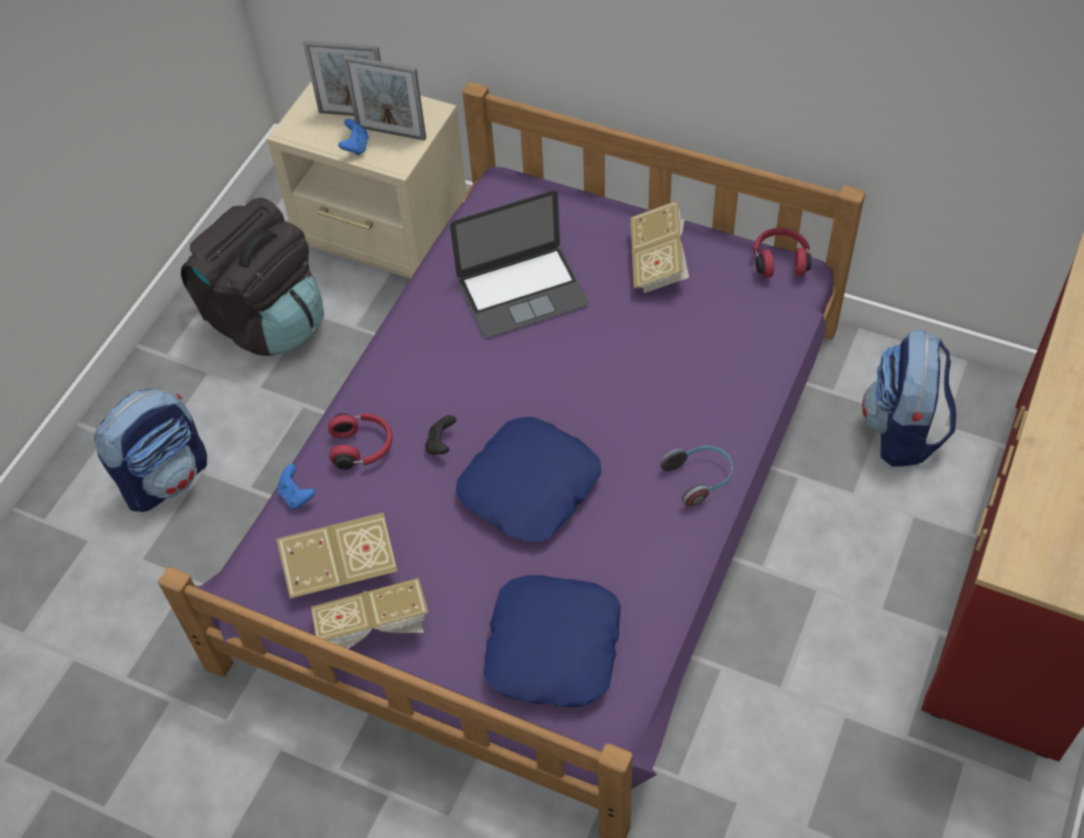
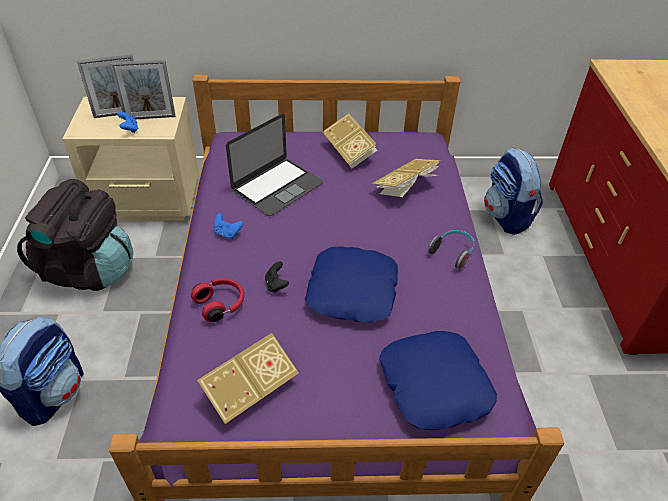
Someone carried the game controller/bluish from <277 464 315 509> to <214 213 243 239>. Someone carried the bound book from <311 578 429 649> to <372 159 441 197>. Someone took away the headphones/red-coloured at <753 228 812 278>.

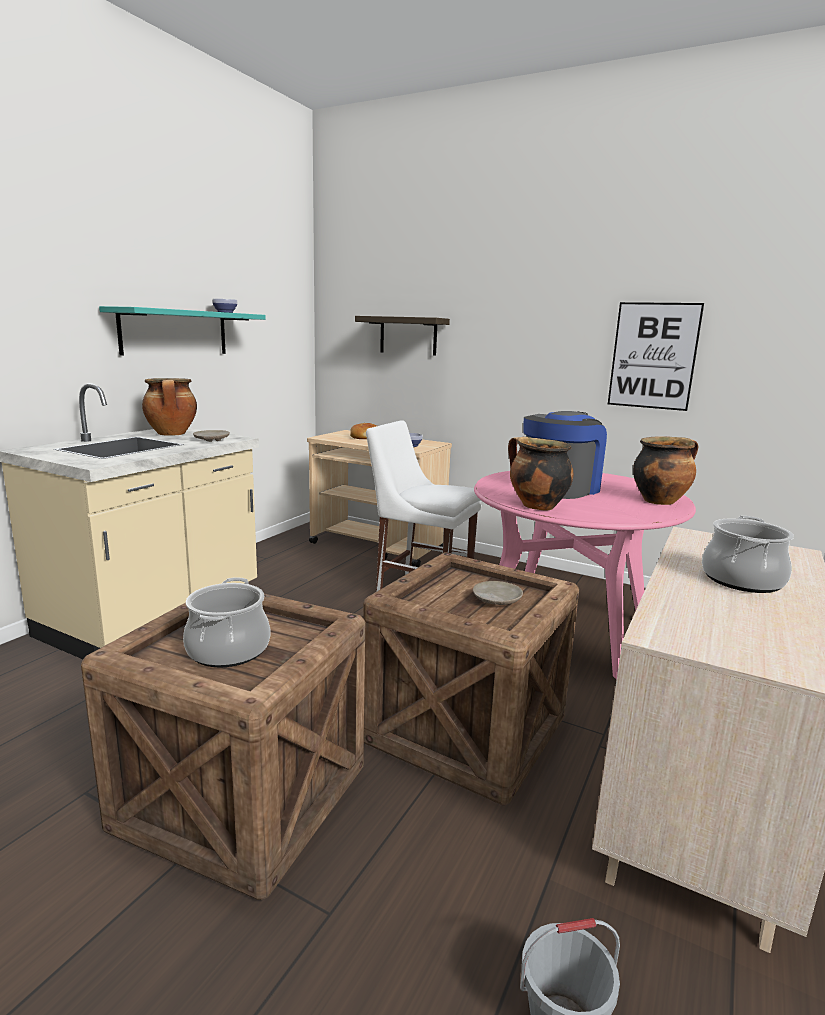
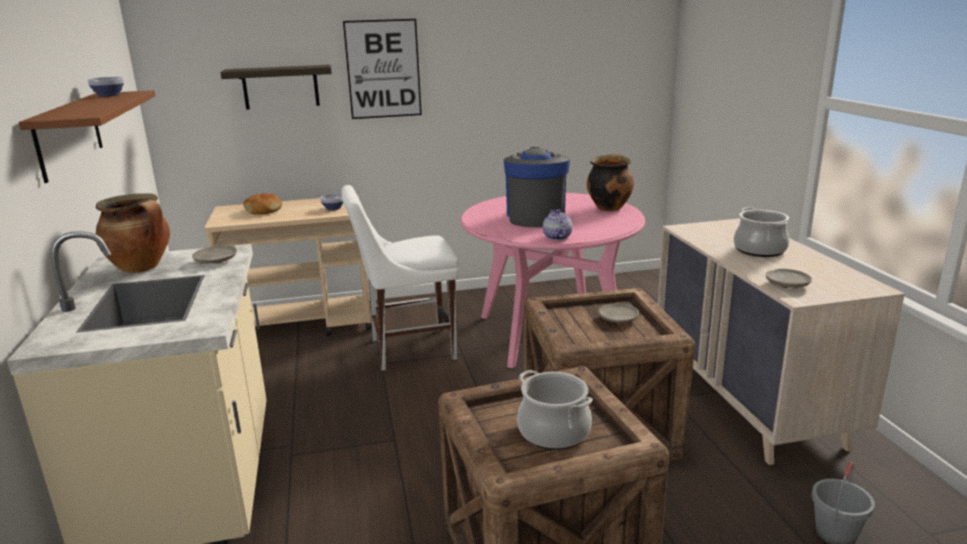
Someone repainted the shelf/blue-green at <99 306 266 355>, which became the shelf/brown-coloured at <18 90 156 183>. Someone carried the picture from <608 302 704 411> to <343 19 422 119>. Someone swapped the cooking pot at <508 437 574 510> for the teapot at <543 209 572 240>. Someone put down the plate/sand-coloured at <765 269 812 289>.

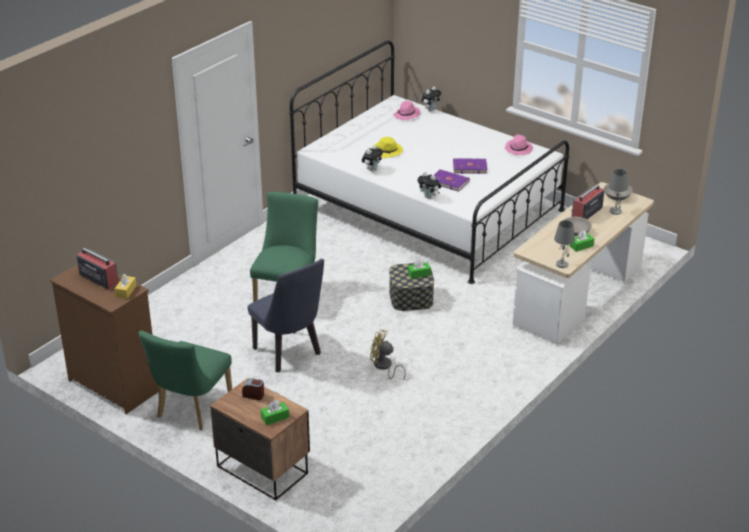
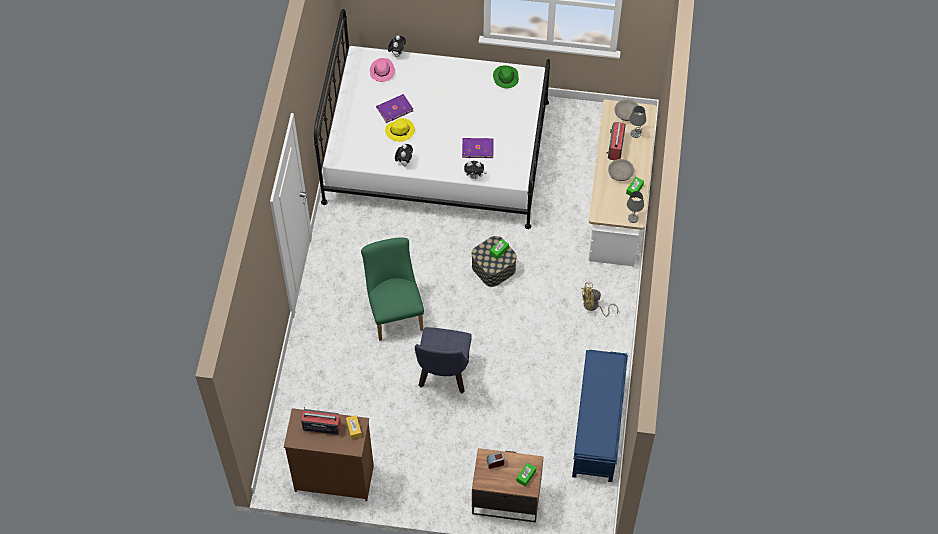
Someone carried the bound book/purple-coloured from <453 158 487 174> to <376 94 413 123>. Someone rotated the plain chair/bluish at <248 259 324 372> by 75 degrees clockwise. Someone repainted the clothing hat/pinkish at <505 135 533 155>, which became the clothing hat/green at <493 66 519 88>. Someone put down the bench/bluish at <572 350 628 482>. Someone carried the electric fan/yellowish from <370 329 406 381> to <581 282 618 317>. Someone took away the plain chair/green at <138 331 232 430>.

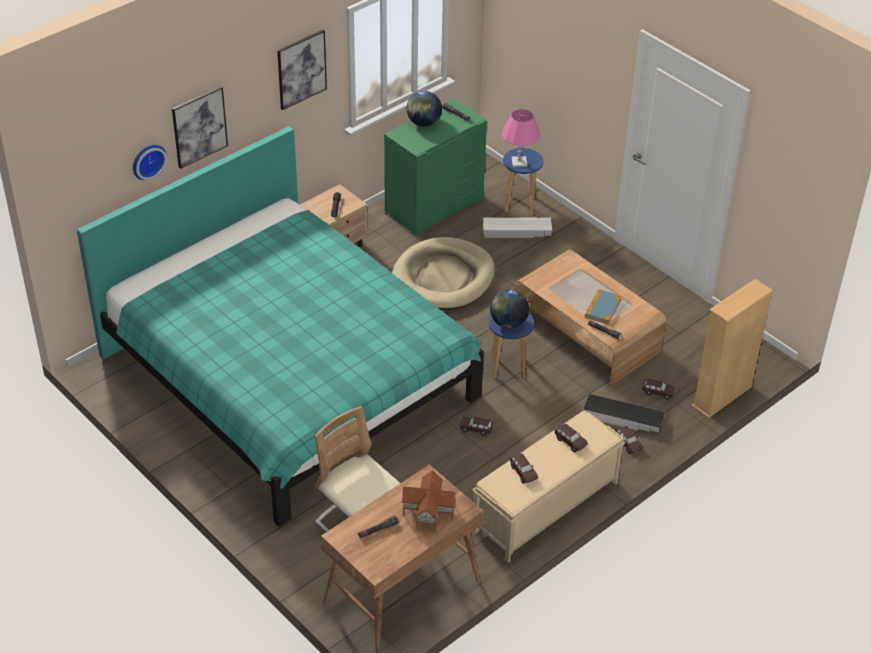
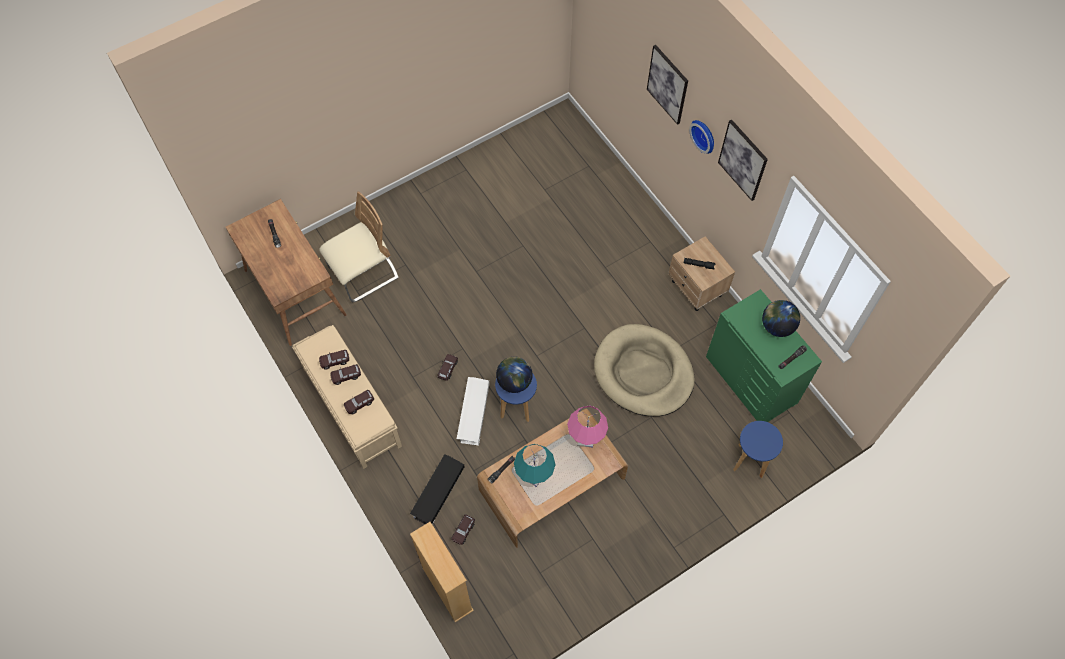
Someone carried the toy car/brown-coloured from <616 426 643 454> to <330 364 361 385>. Someone carried the storage bin/white-coloured from <483 218 552 238> to <457 377 490 446>. Someone swapped the bound book at <585 289 622 325> for the tabletop lamp/blue-green at <514 444 556 487>. Someone carried the tabletop lamp/pinkish from <502 109 540 168> to <567 405 608 447>. Someone carried the hanging clock from <133 145 167 180> to <689 120 714 154>. Someone took away the bedroom bed/blue-green at <77 126 484 526>. Someone took away the toy house at <402 470 457 532>.

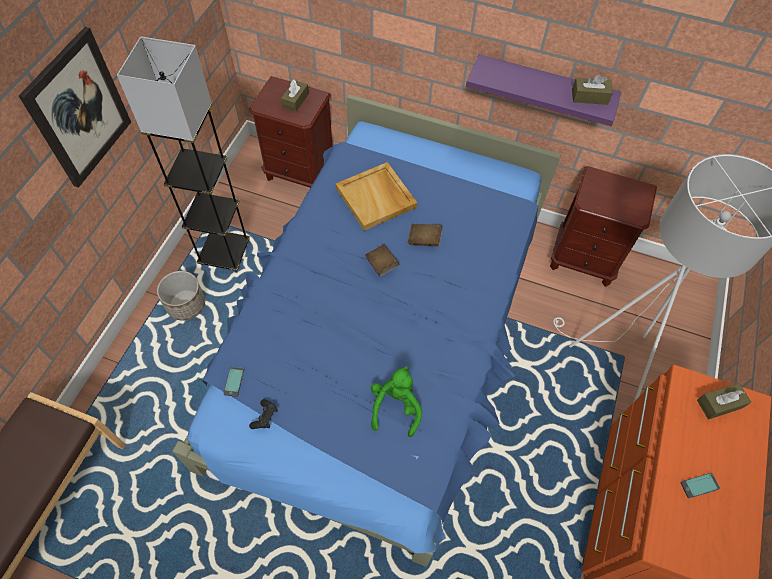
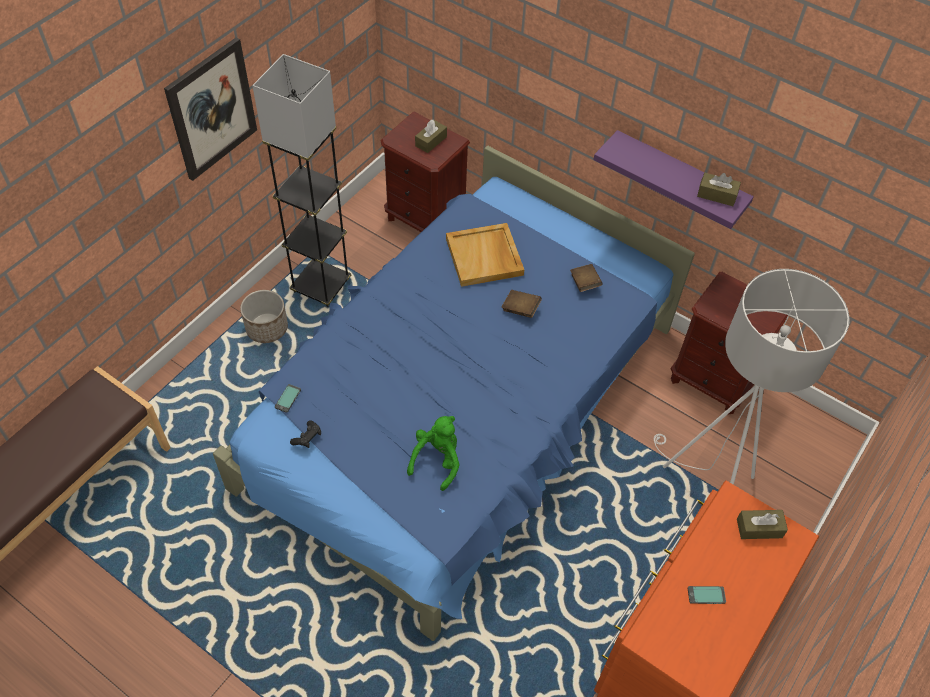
Someone carried the bound book/brown-coloured from <365 244 400 276> to <570 264 603 292>.

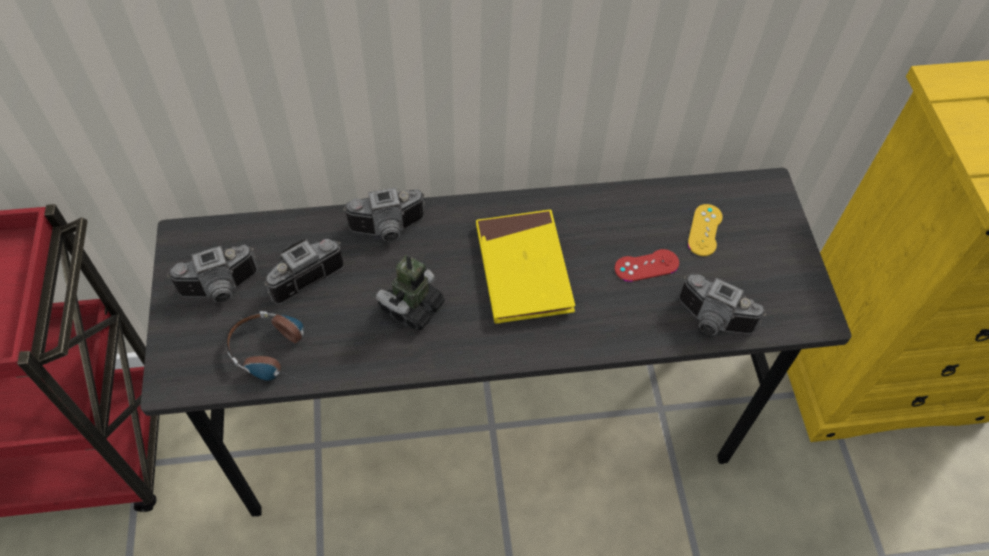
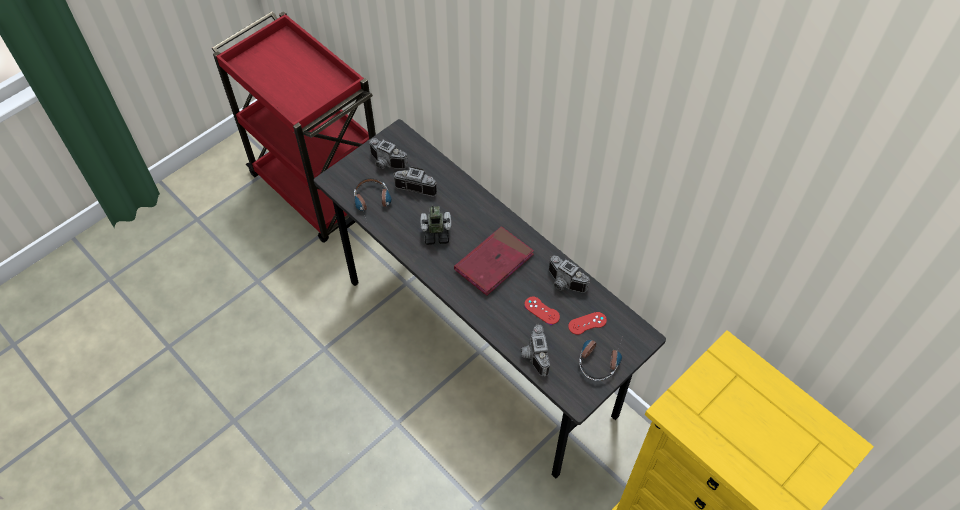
Someone repainted the bound book/yellowish at <476 210 575 323>, which became the bound book/red-coloured at <454 226 534 296>. Someone carried the still camera from <343 187 425 241> to <549 255 590 293>. Someone repainted the game controller/yellowish at <688 204 723 256>, which became the game controller/red-coloured at <568 312 607 335>. Someone put down the headphones at <579 337 623 381>.

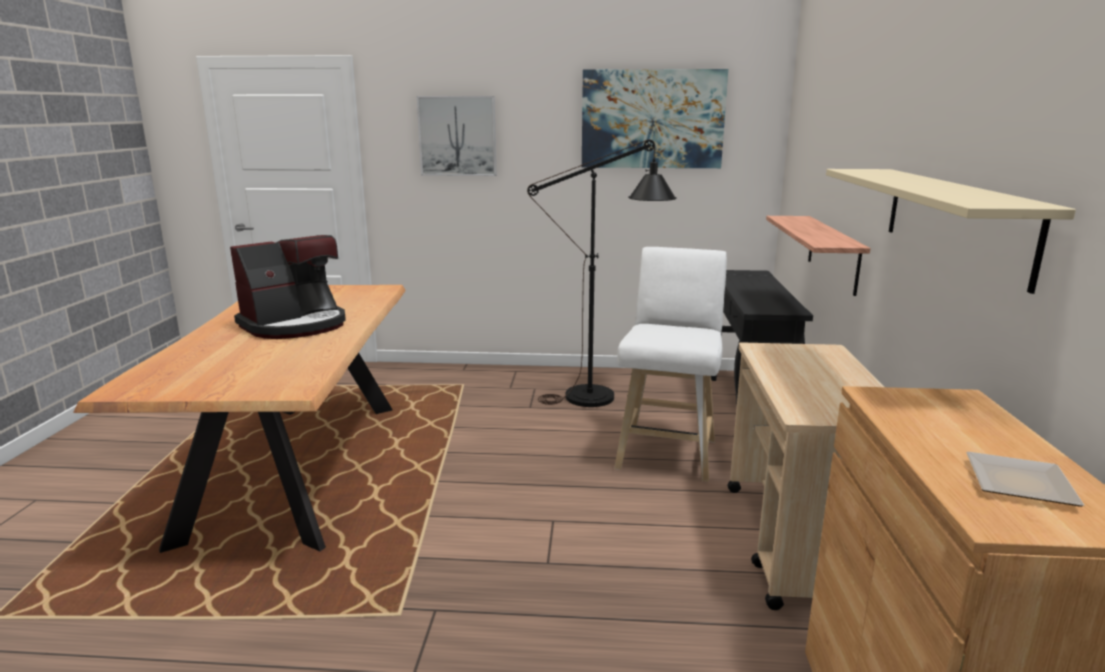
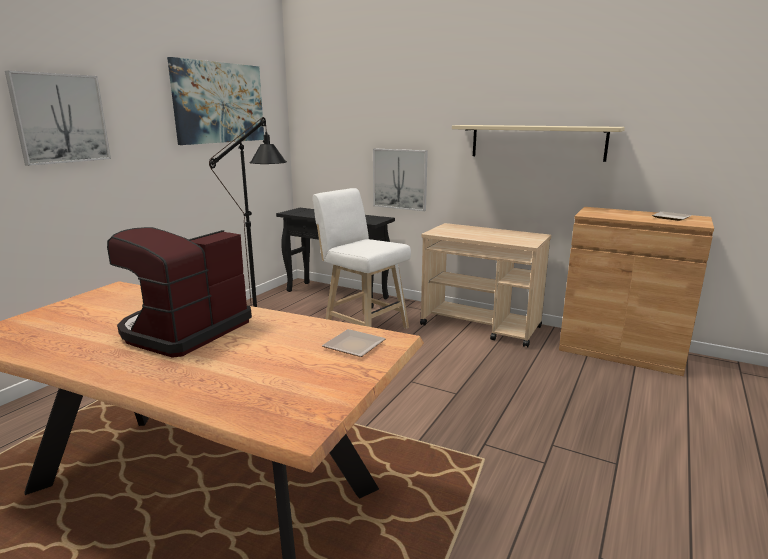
Someone rotated the coffee maker at <230 235 346 339> by 135 degrees counterclockwise. Someone put down the plate at <322 329 386 357>. Someone swapped the shelf at <766 216 871 296> for the picture at <373 148 428 211>.

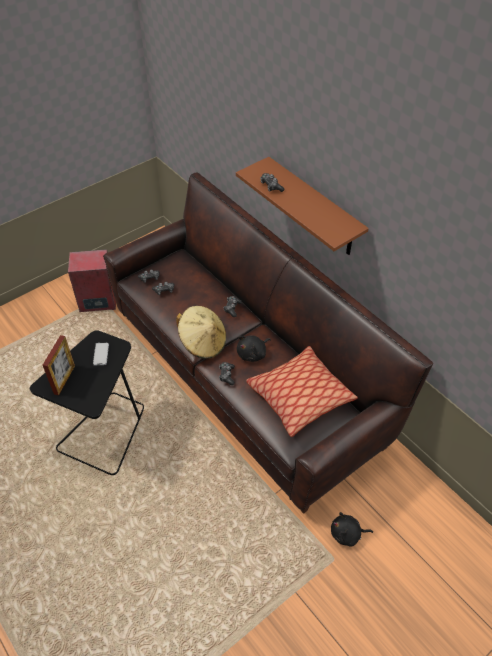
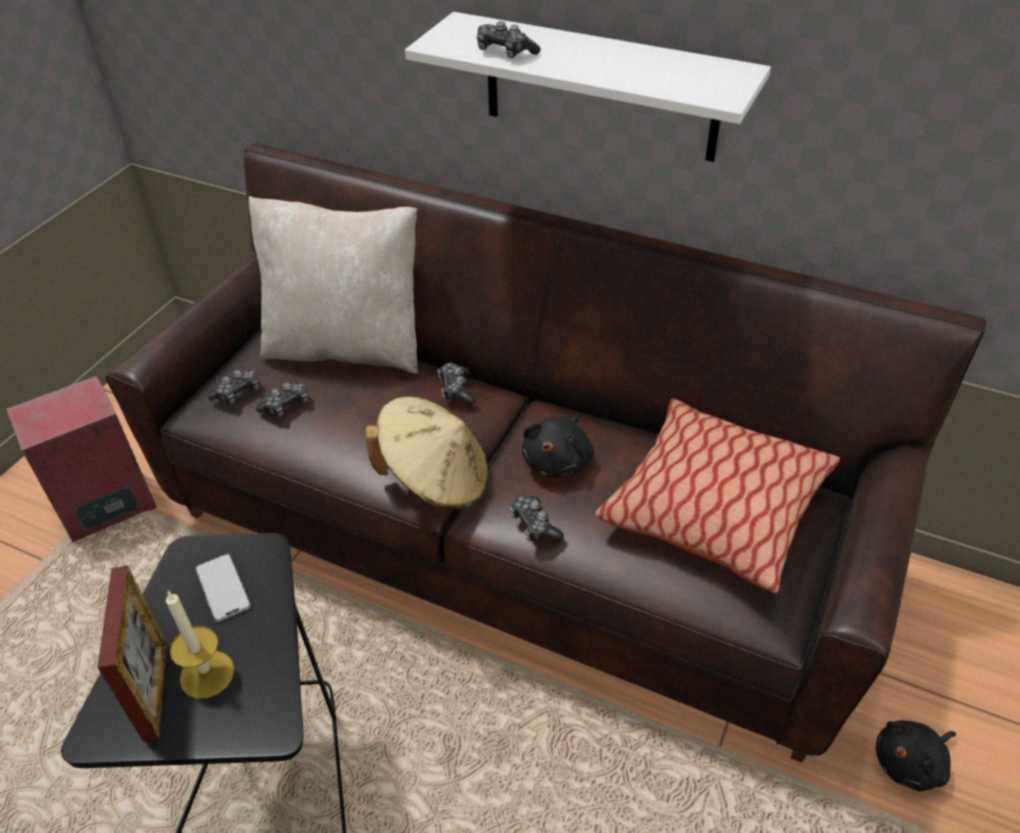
Someone put down the candle at <166 591 234 699>. Someone put down the throw pillow/sand-coloured at <249 196 418 374>. Someone repainted the shelf/brown-coloured at <236 157 369 255>, which became the shelf/white-coloured at <405 12 771 162>.

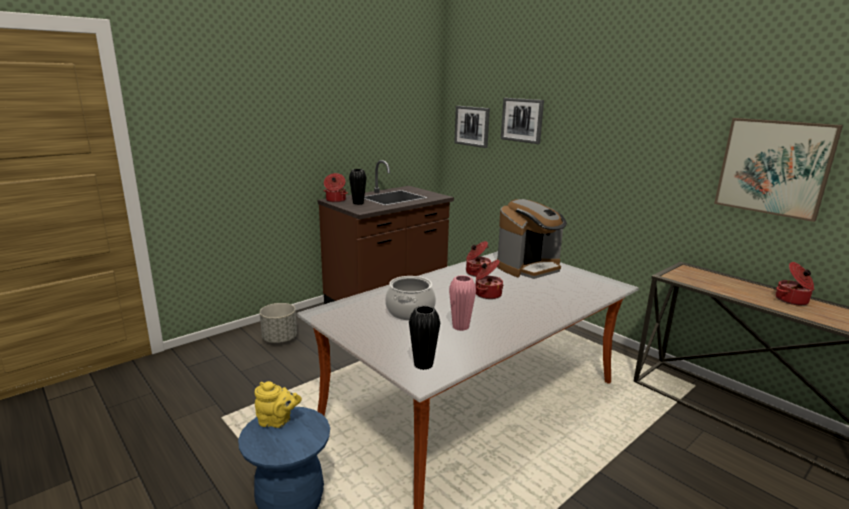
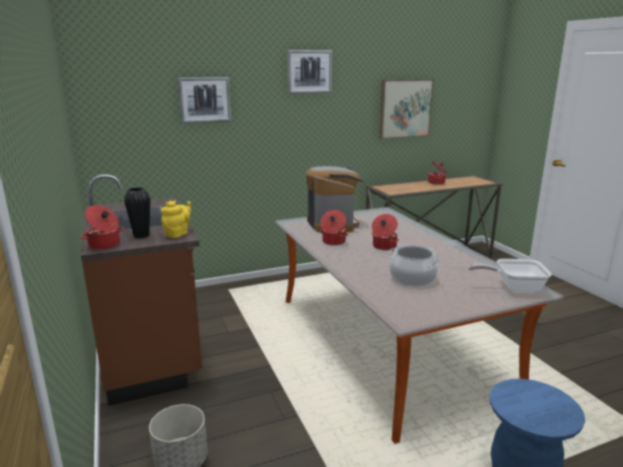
Someone carried the teapot/yellowish from <254 381 302 428> to <161 201 191 238>. Someone carried the picture from <454 106 490 148> to <287 50 332 94>. Someone swapped the decorative vase/black at <409 306 440 370> for the frying pan at <468 259 552 292>. Someone took away the decorative vase/pinkish at <449 275 476 331>.

